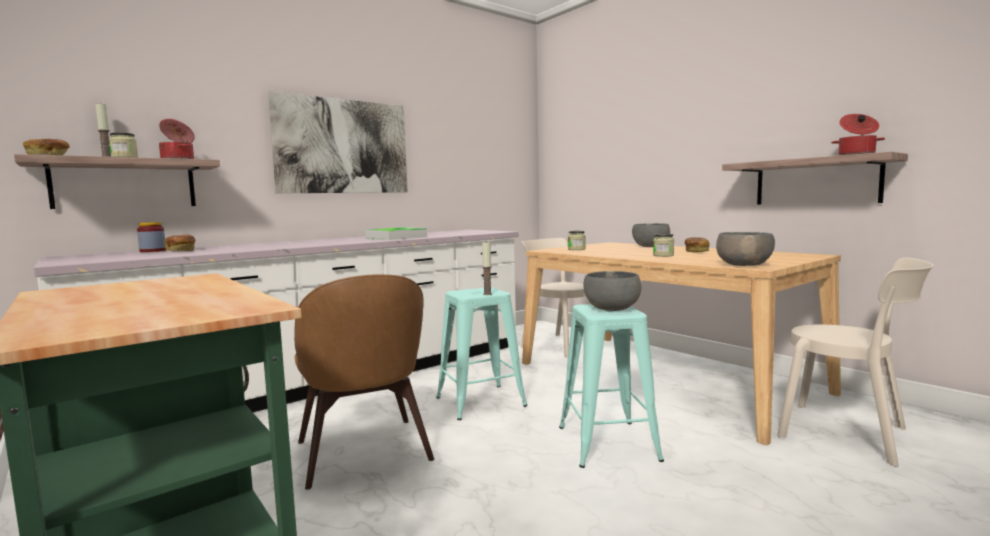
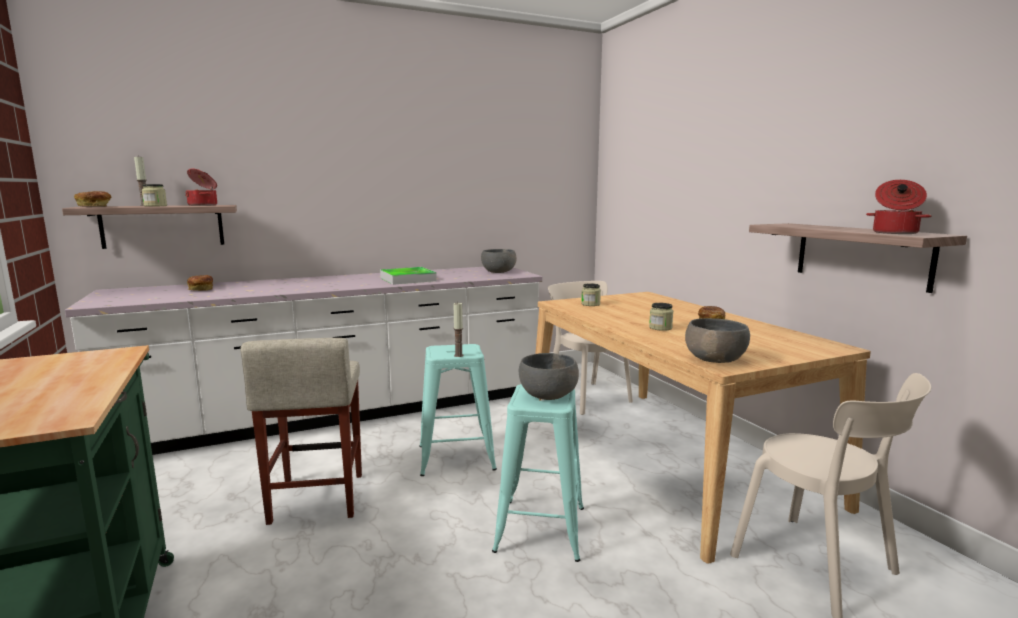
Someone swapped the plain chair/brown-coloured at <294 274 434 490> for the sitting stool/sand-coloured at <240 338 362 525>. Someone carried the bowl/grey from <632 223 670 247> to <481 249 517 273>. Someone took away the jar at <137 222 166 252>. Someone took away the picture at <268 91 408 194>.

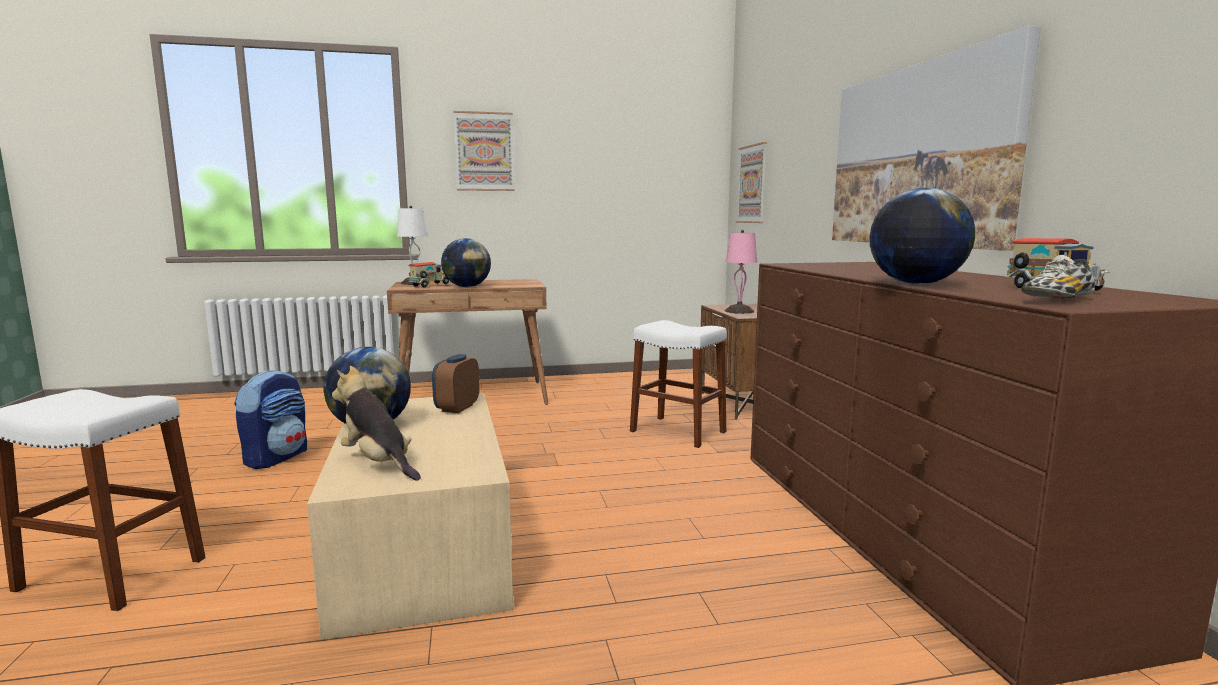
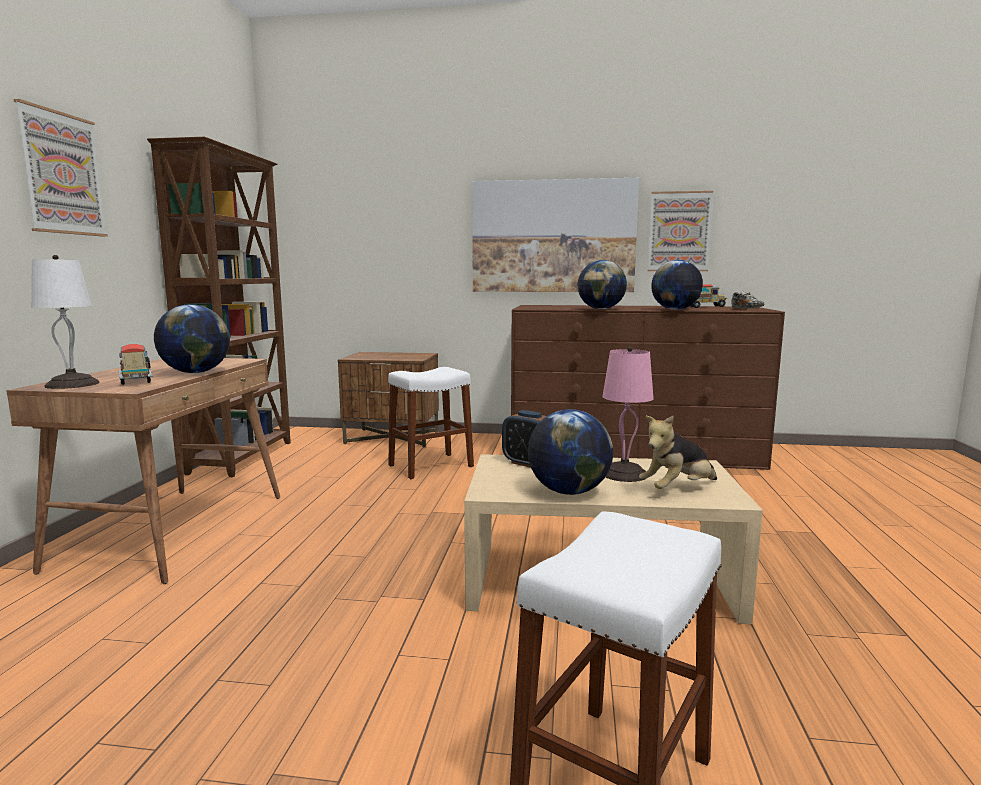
Someone put down the bookshelf/brown-coloured at <147 137 291 477>. Someone put down the world globe at <578 260 627 309>. Someone carried the tabletop lamp/pinkish from <725 230 757 314> to <602 347 654 482>. Someone carried the picture from <736 142 767 223> to <648 191 713 271>. Someone took away the rucksack at <234 370 307 469>.

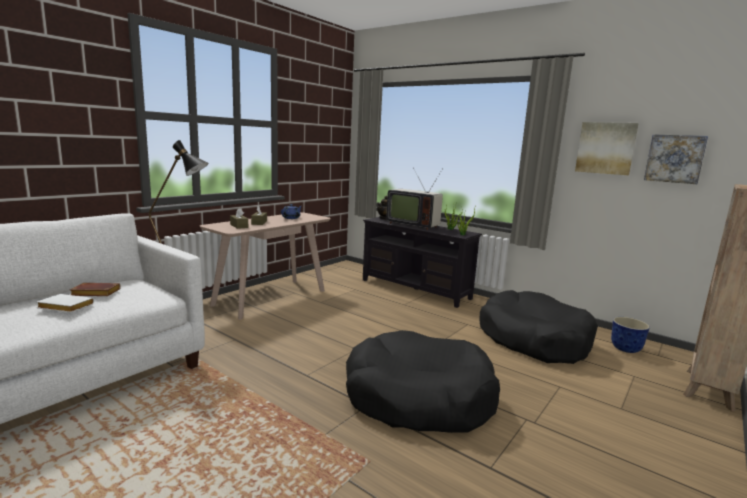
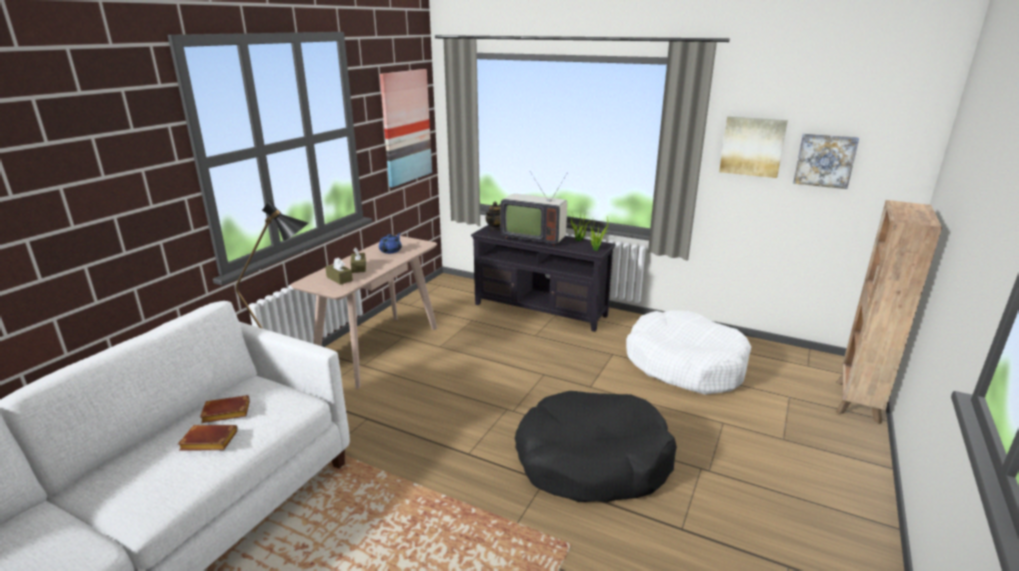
Someone repainted the bound book/white-coloured at <37 294 94 313>, which became the bound book/brown-coloured at <178 425 238 451>. Someone put up the picture at <380 69 432 187>. Someone repainted the dog cushion/black at <479 290 598 364>, which became the dog cushion/white-coloured at <626 310 751 395>. Someone took away the plant pot at <611 317 650 353>.

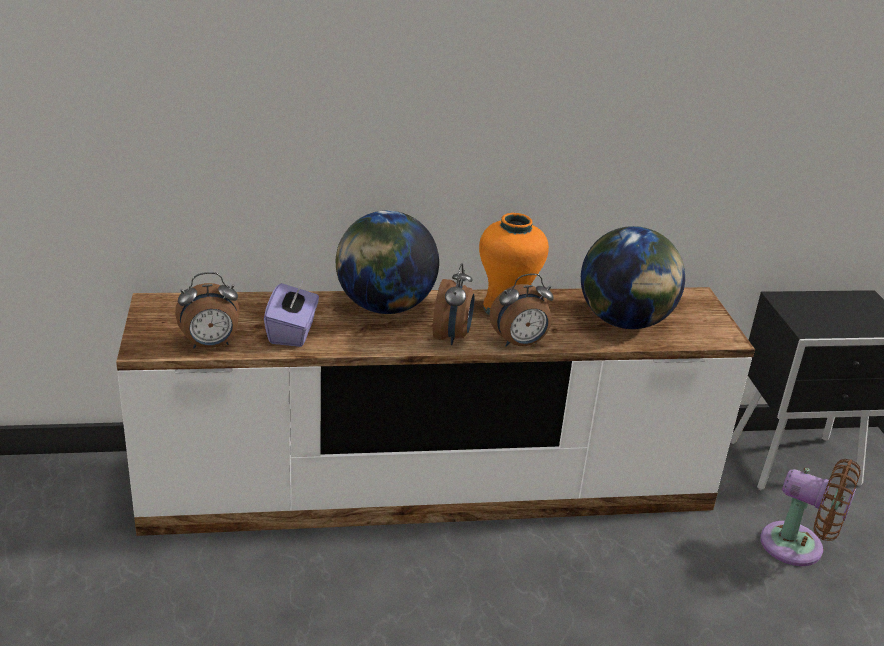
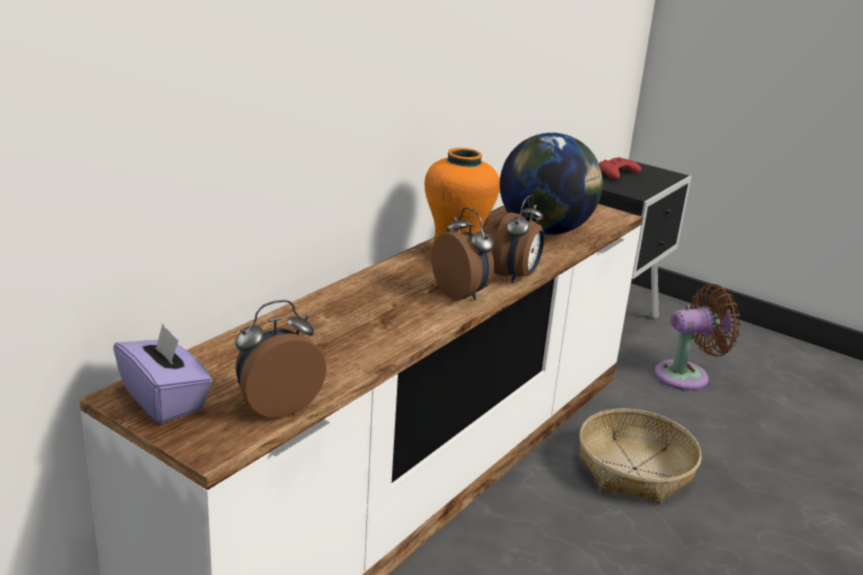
Someone carried the tissue holder/purple-coloured from <264 282 319 347> to <113 323 212 424>. Someone rotated the table clock at <175 272 240 348> by 150 degrees counterclockwise. Someone put down the basket at <579 408 702 504>. Someone put down the game controller/red-coloured at <599 158 642 180>. Someone took away the world globe at <336 211 439 314>.

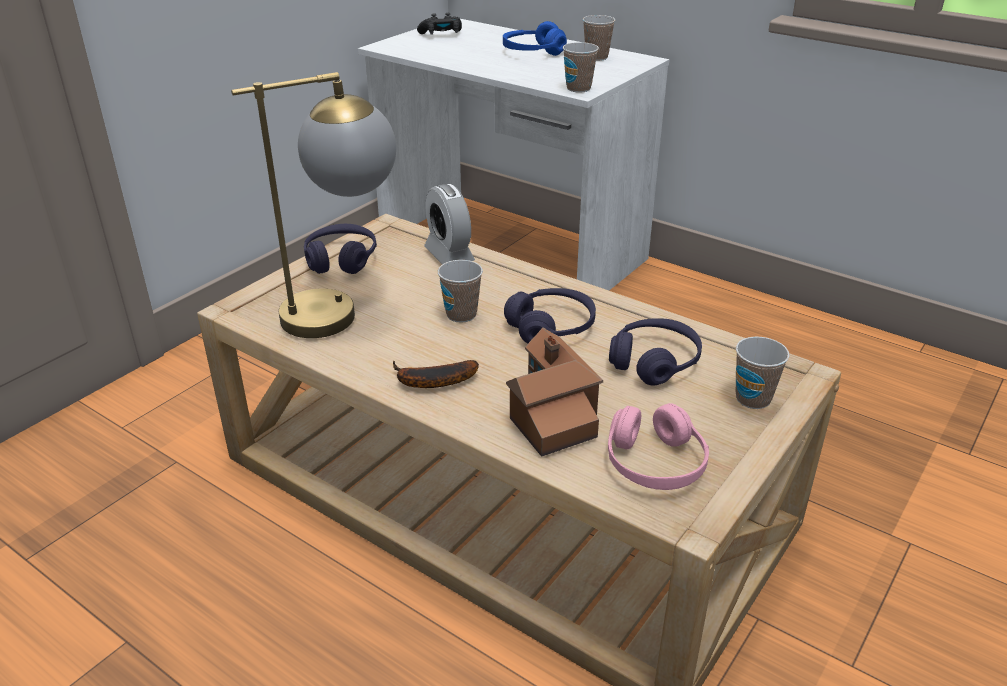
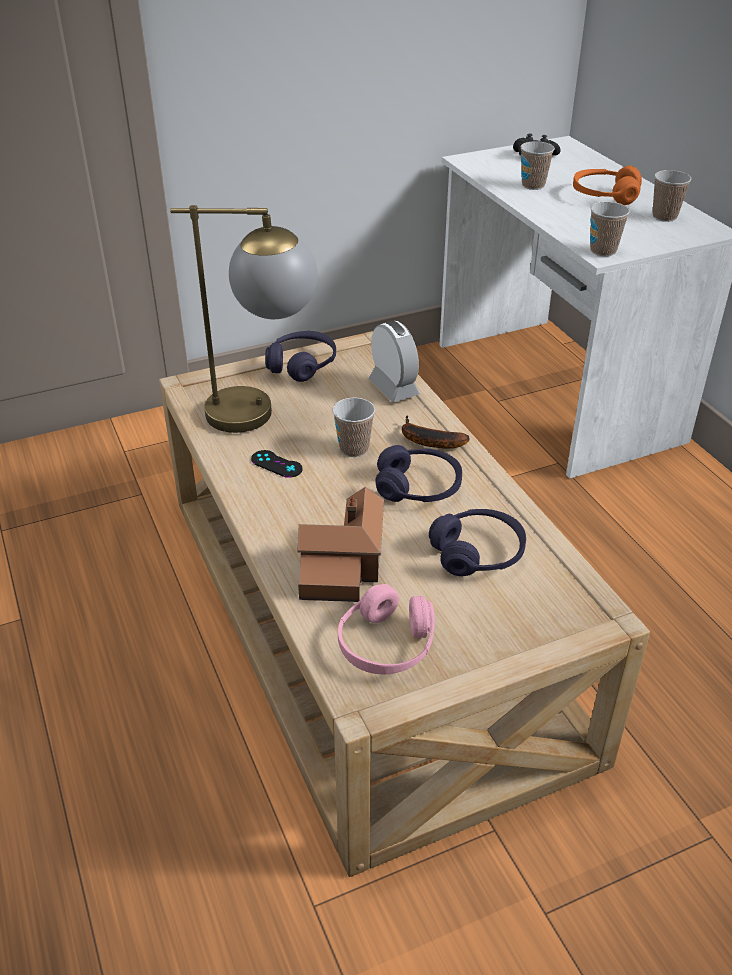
Someone put down the game controller/black at <251 450 302 478>. Someone rotated the table clock at <424 184 475 264> by 150 degrees clockwise. Someone carried the banana from <393 360 479 388> to <402 415 470 449>. Someone carried the small cup from <735 337 789 409> to <521 141 555 190>. Someone repainted the headphones/bluish at <503 21 567 56>, which became the headphones/orange at <573 166 642 205>.

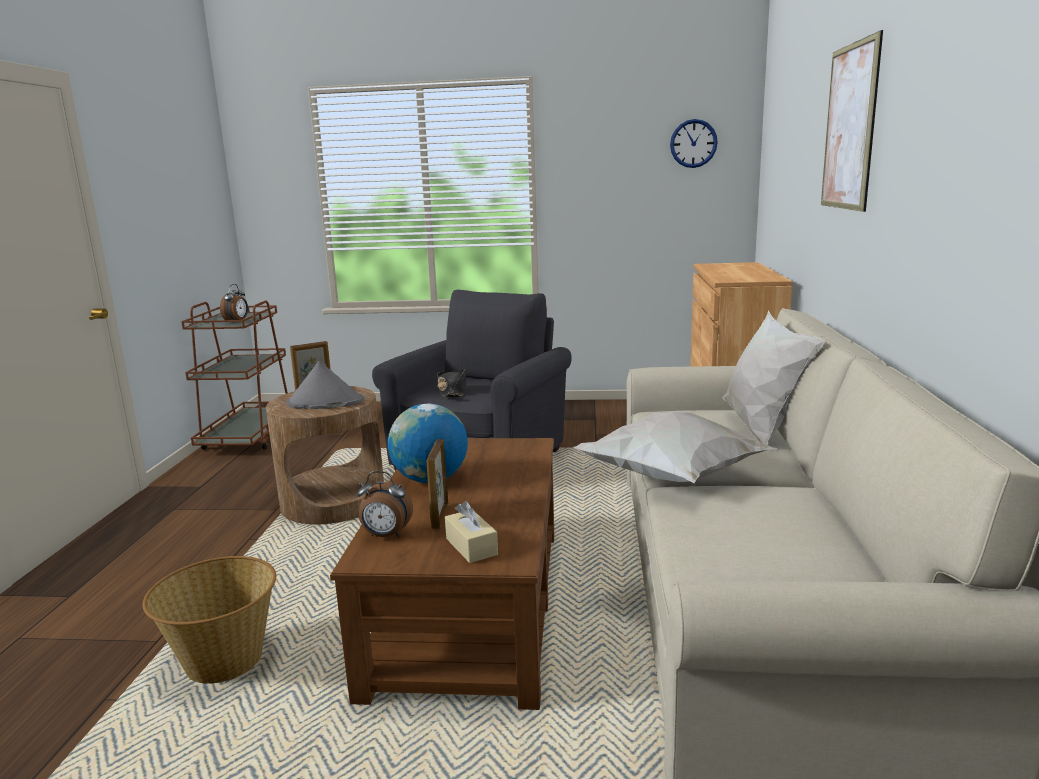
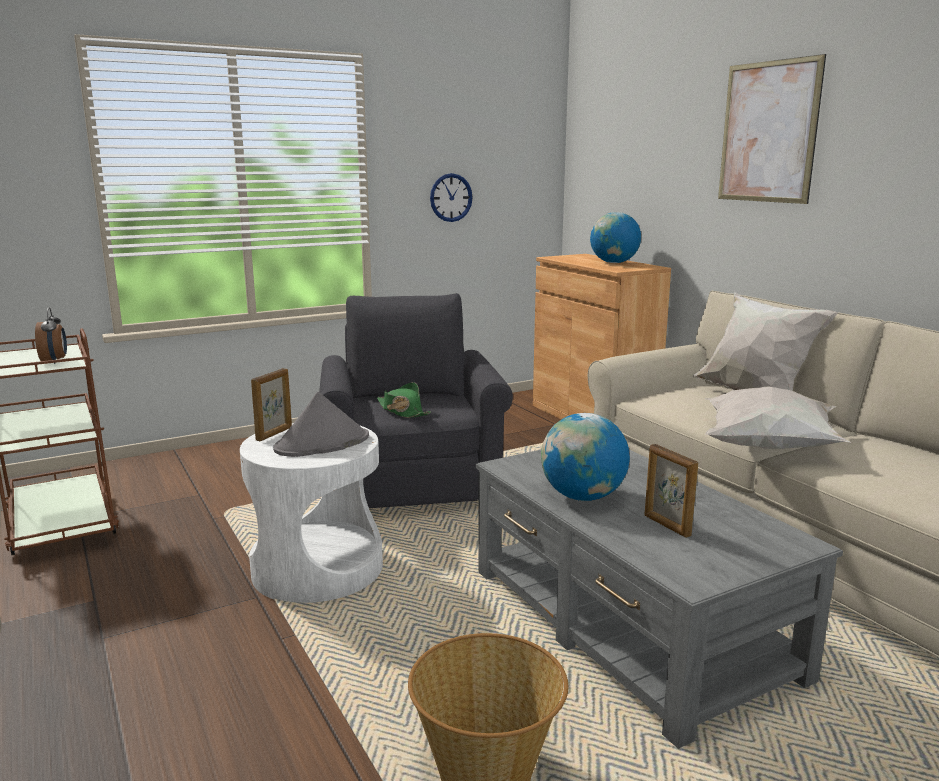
Someone repainted the side table/brown-coloured at <266 386 384 524>, which became the side table/white-coloured at <240 423 383 603>. Someone repainted the clothing hat/black at <437 368 466 397>, which became the clothing hat/green at <377 382 431 418>. Someone carried the hanging clock from <670 119 718 168> to <430 173 473 222>. Someone repainted the low table/brown-coloured at <330 438 554 710>, which became the low table/grey at <476 450 843 749>. Someone put down the world globe at <590 212 641 263>. Someone took away the table clock at <357 471 413 537>. Someone took away the tissue holder/sand-coloured at <445 501 498 563>.

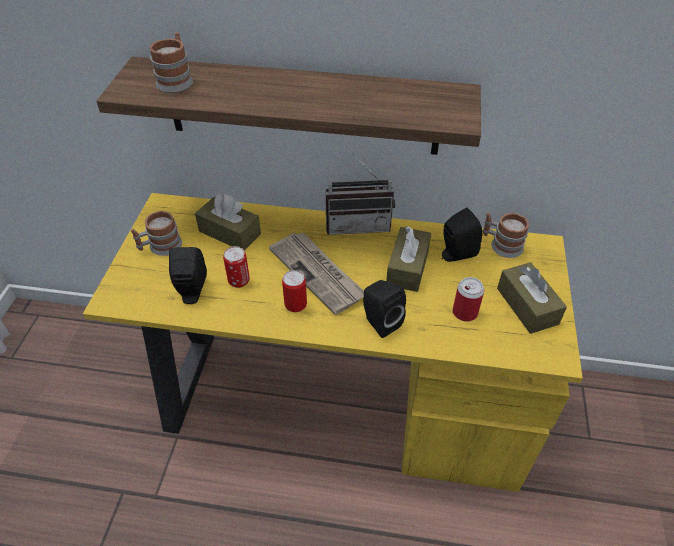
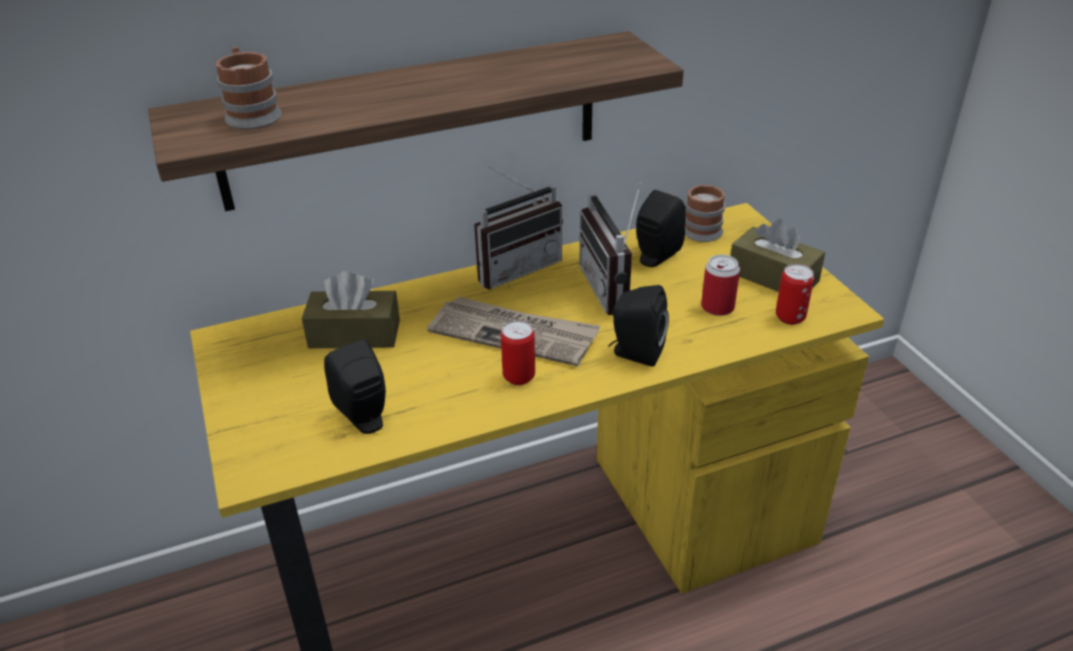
Someone swapped the tissue holder/brown-coloured at <386 226 431 292> for the radio set at <579 183 641 315>. Someone carried the sealed can from <223 246 250 288> to <776 264 814 325>. Someone took away the mug at <131 211 182 256>.

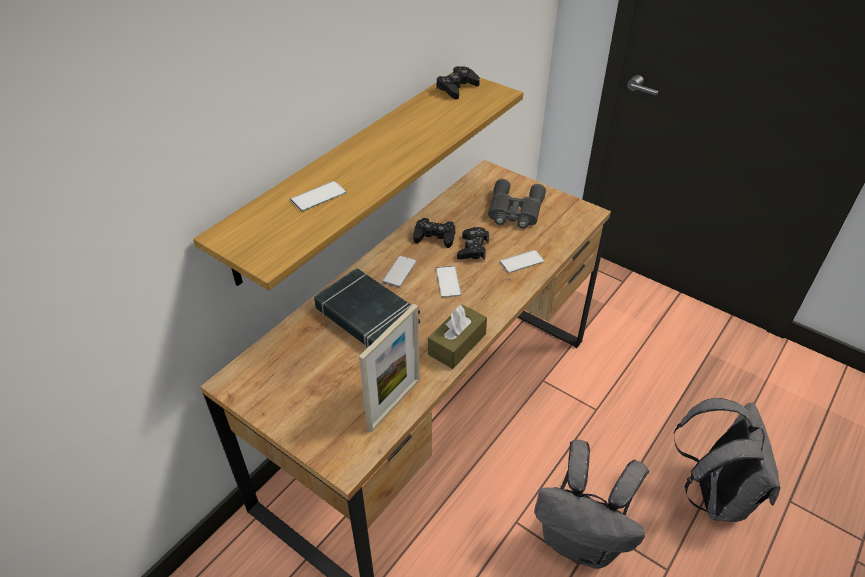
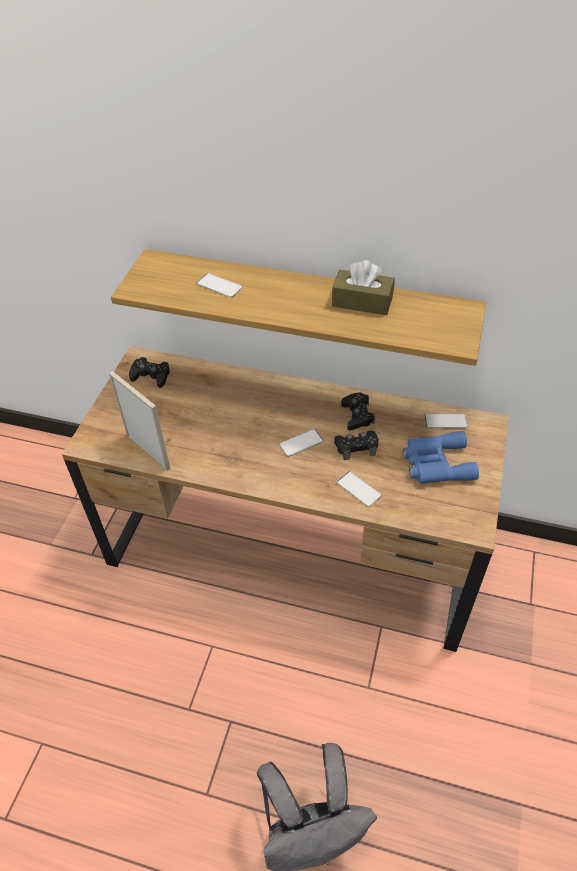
Someone rotated the photo frame at <359 304 420 432> by 150 degrees counterclockwise. Someone carried the game controller/black from <436 66 480 100> to <129 357 170 388>. Someone carried the tissue holder/brown-coloured from <428 304 487 369> to <332 260 395 315>. Someone repainted the pair of binoculars/grey at <488 179 546 229>, which became the pair of binoculars/bluish at <403 431 479 484>. Someone carried the phone from <382 256 416 287> to <424 413 468 428>. Someone took away the bound book/black at <314 268 420 348>. Someone took away the rucksack/grey at <534 440 649 569>.

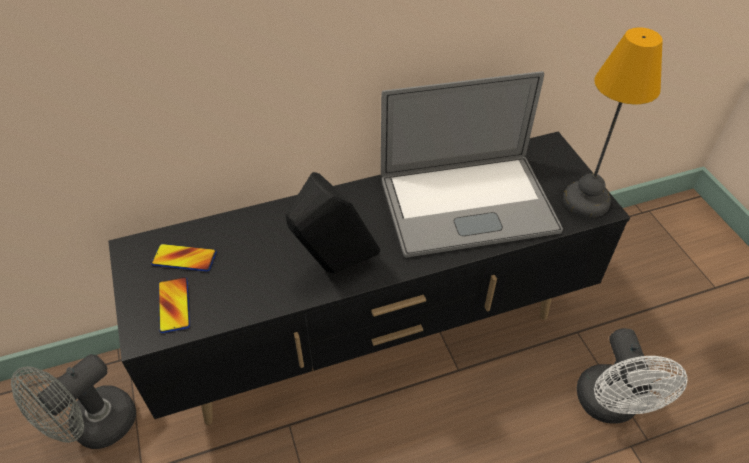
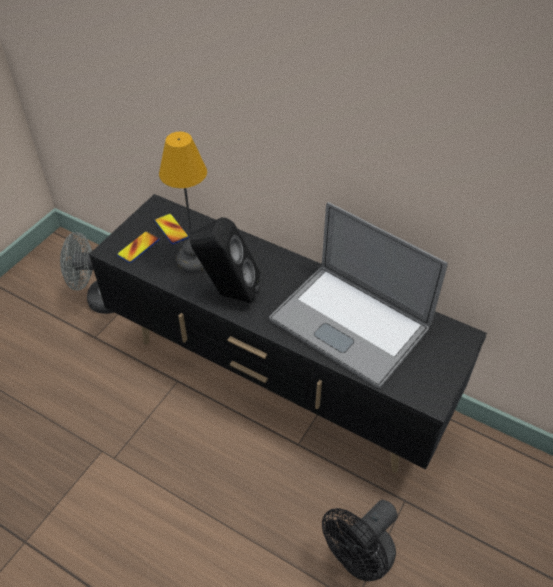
Someone carried the tabletop lamp from <563 27 663 218> to <159 132 207 273>. Someone repainted the electric fan/white-coloured at <577 328 688 424>, which became the electric fan/black at <322 500 398 581>.

